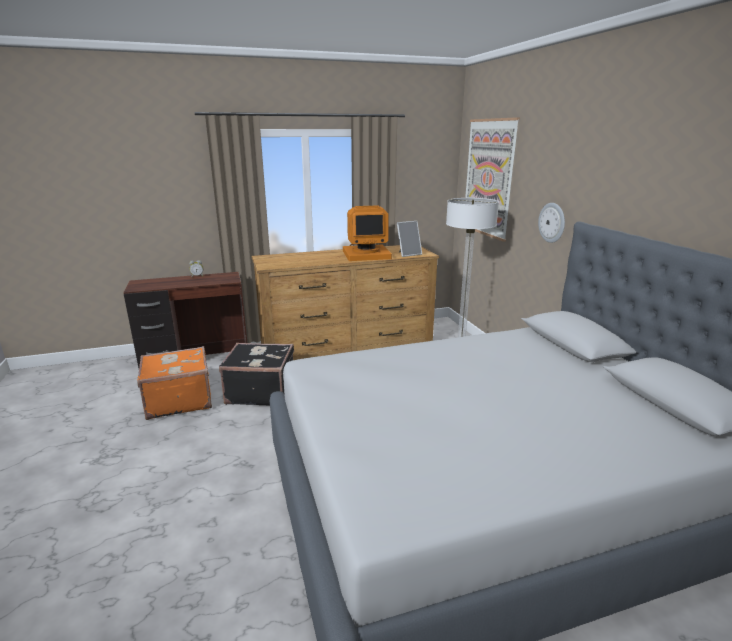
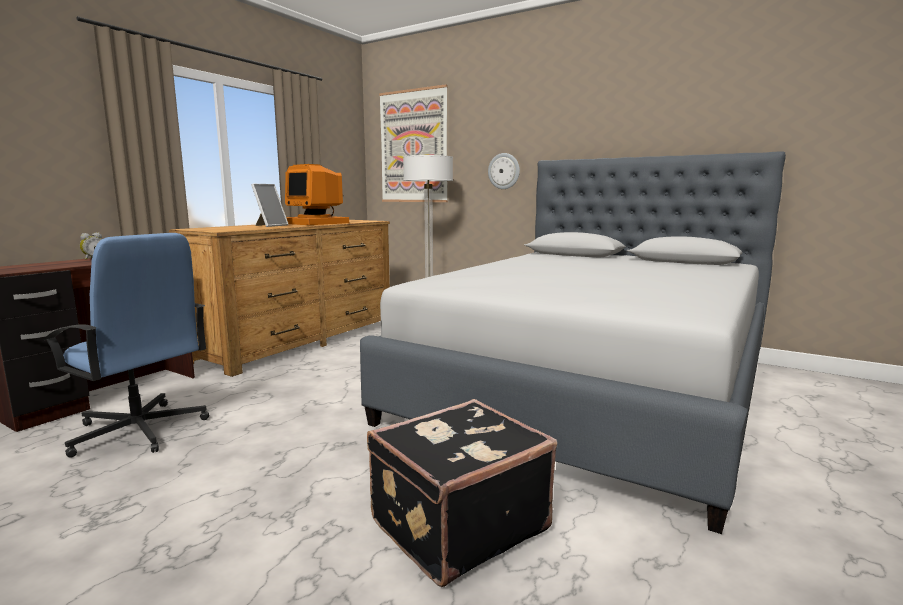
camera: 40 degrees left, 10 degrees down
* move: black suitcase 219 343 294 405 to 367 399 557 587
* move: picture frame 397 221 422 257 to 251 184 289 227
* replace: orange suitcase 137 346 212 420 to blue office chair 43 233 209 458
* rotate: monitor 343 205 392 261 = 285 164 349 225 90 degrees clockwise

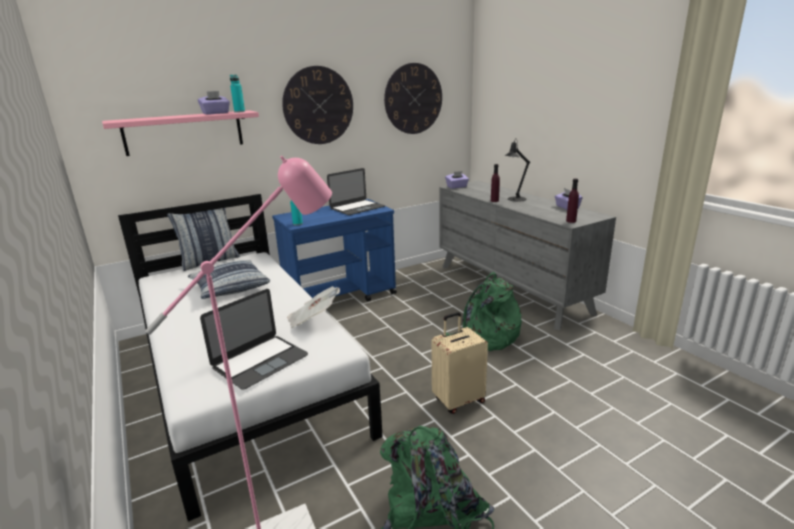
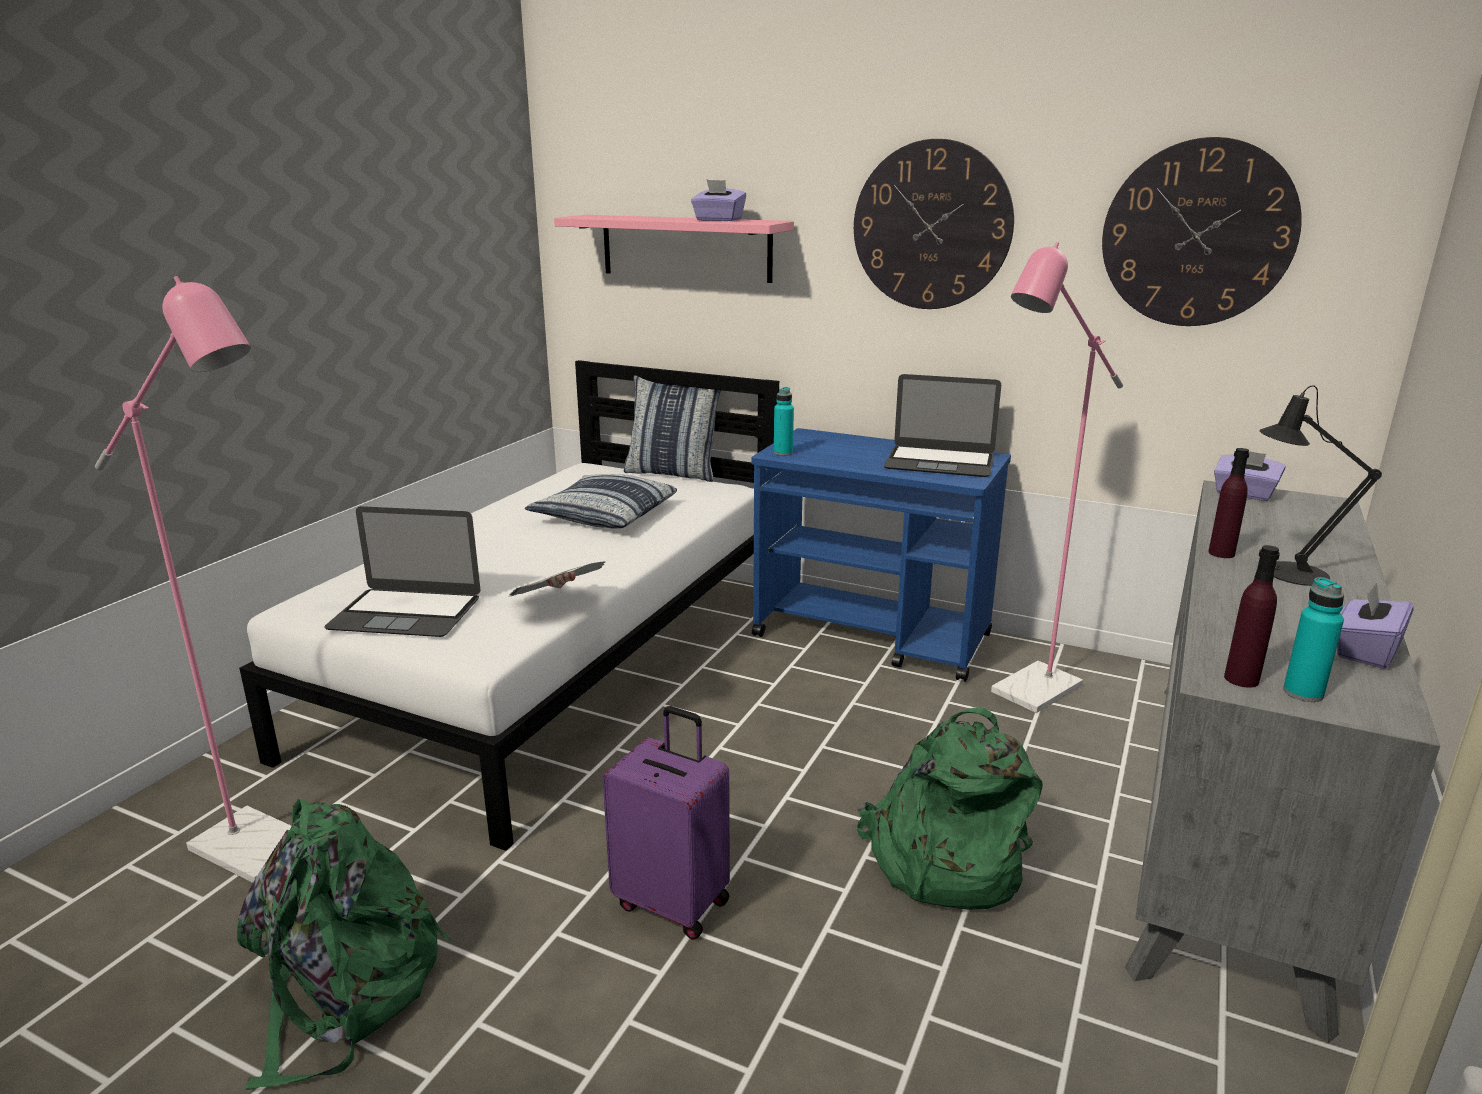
camera: 55 degrees right, 0 degrees up
* insert: pink floor lamp 991 242 1123 713
* move: turquoise bottle 230 75 245 113 to 1283 577 1344 702
* recolor: beige suitcase 432 312 488 414 to purple suitcase 603 706 730 940

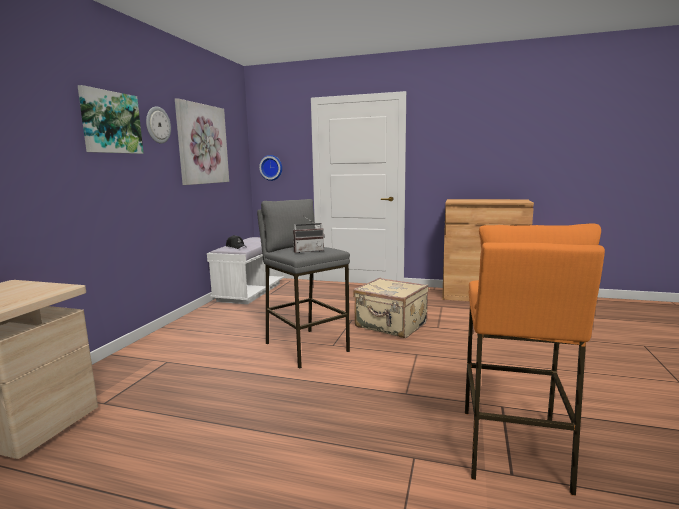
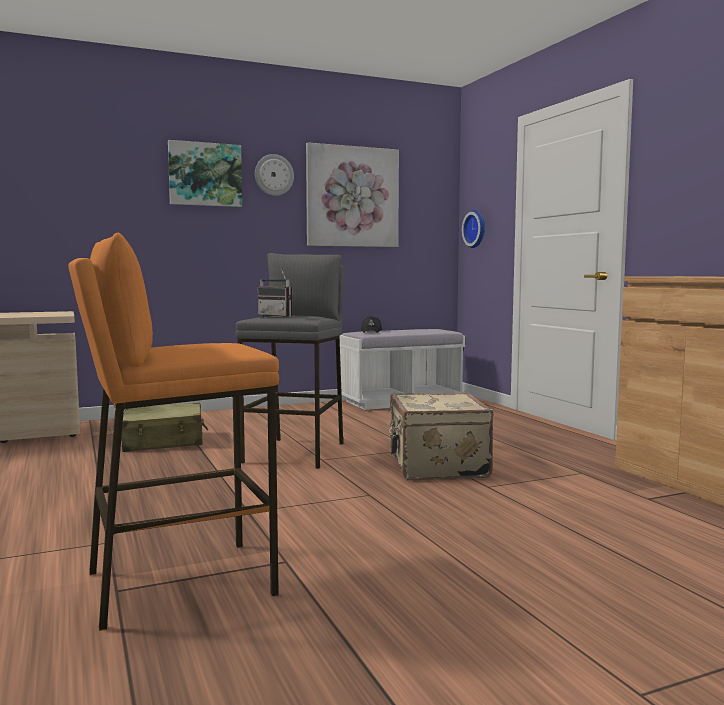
camera: 50 degrees right, 5 degrees down
* insert: beige suitcase 121 403 208 452

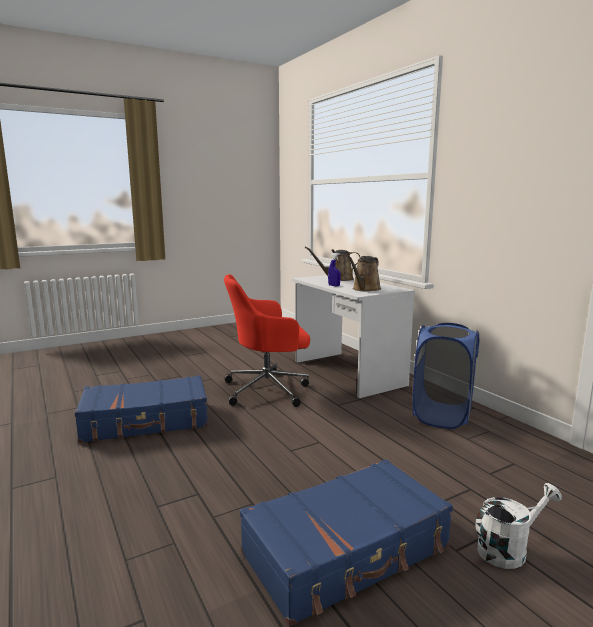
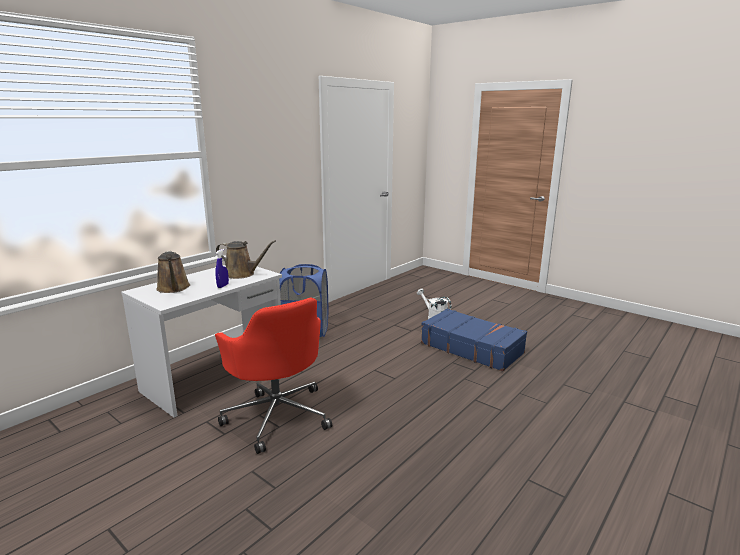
camera: 110 degrees left, 5 degrees up
* delete: blue suitcase 75 375 208 443

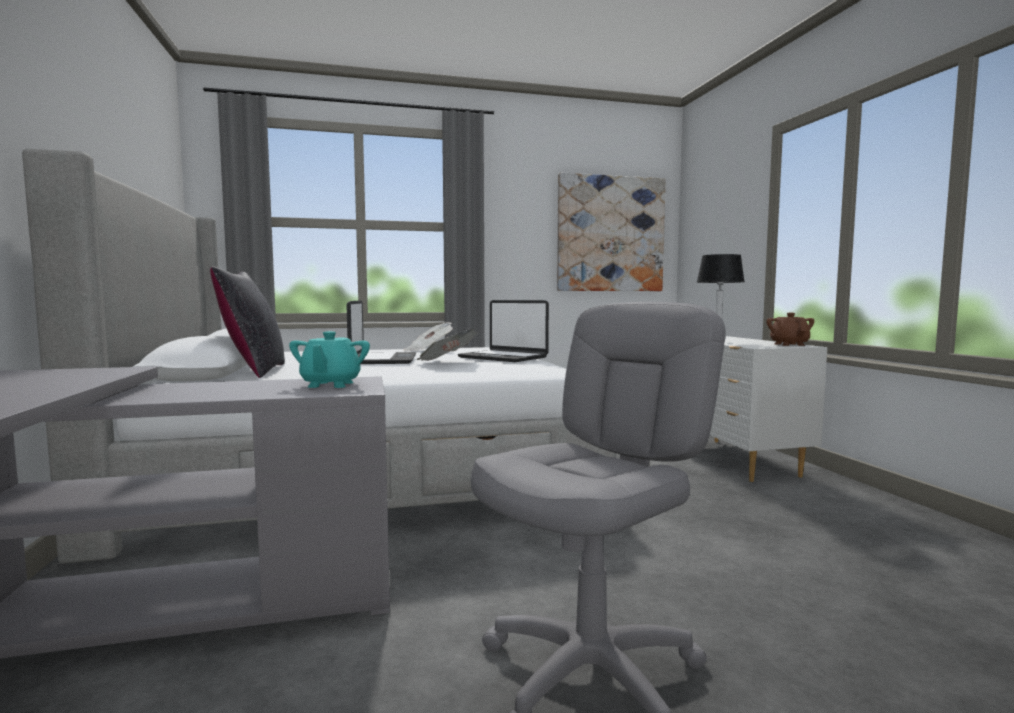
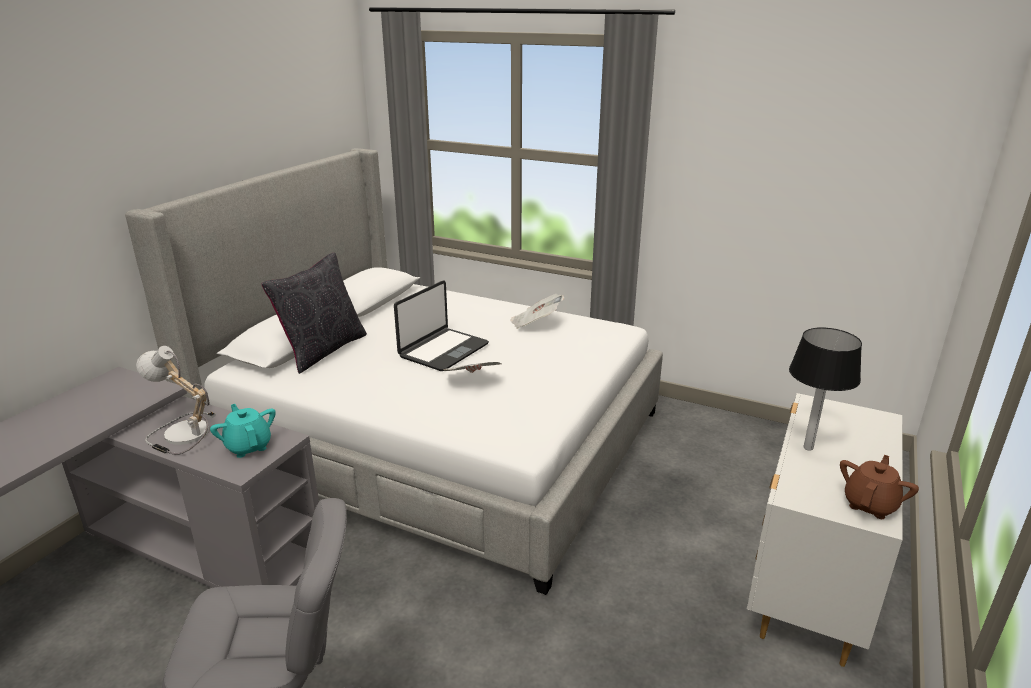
camera: 40 degrees right, 20 degrees up
* delete: laptop 458 300 549 362
* delete: picture 557 173 666 291
* insert: table lamp 136 346 216 455
* rotate: turquoise teapot 289 331 370 388 = 210 404 276 458 105 degrees clockwise

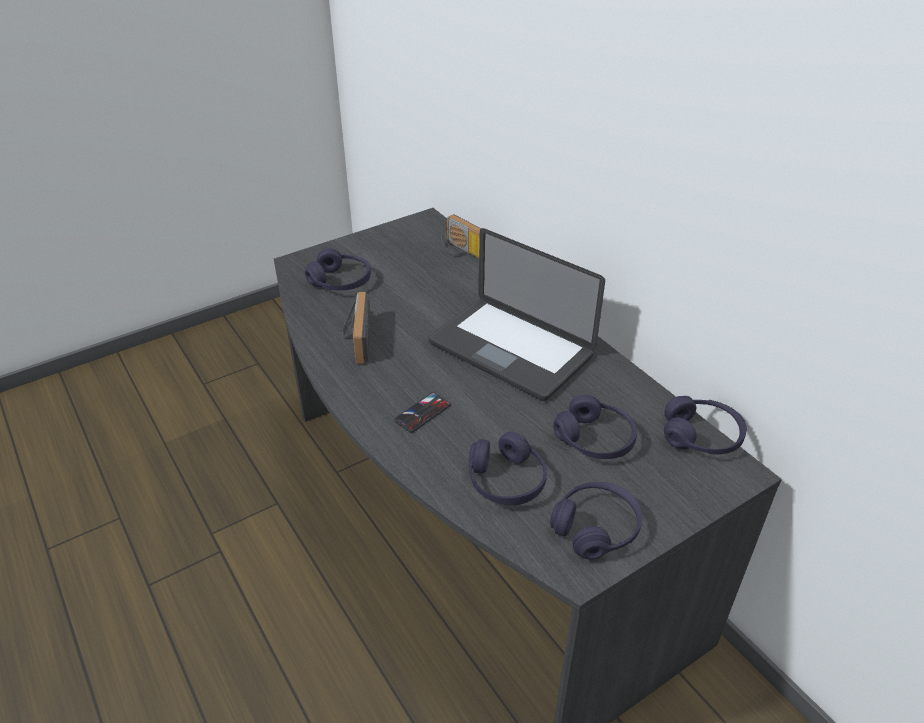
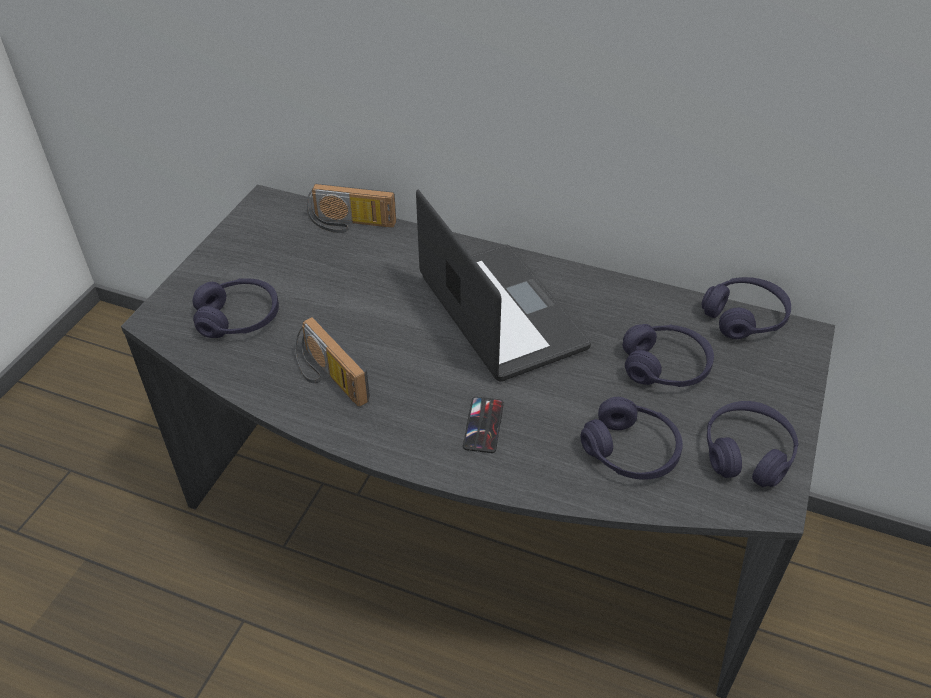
camera: 35 degrees left, 5 degrees up
* rotate: laptop 429 228 605 401 = 416 190 591 382 120 degrees counterclockwise

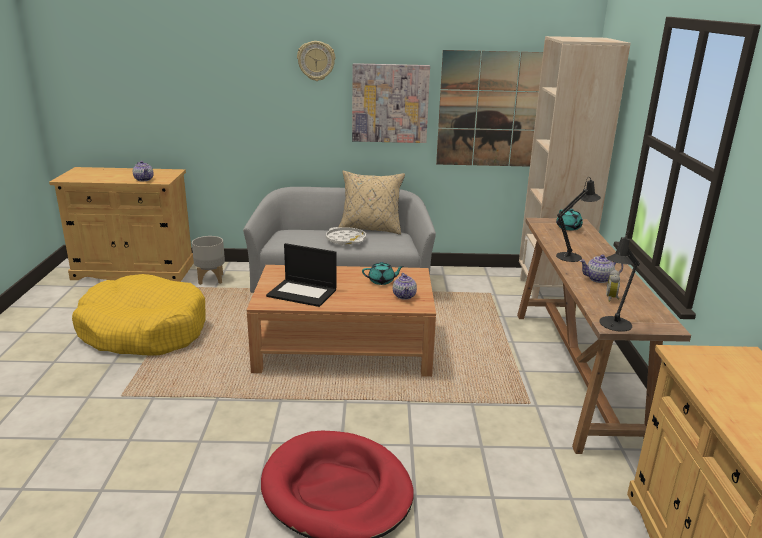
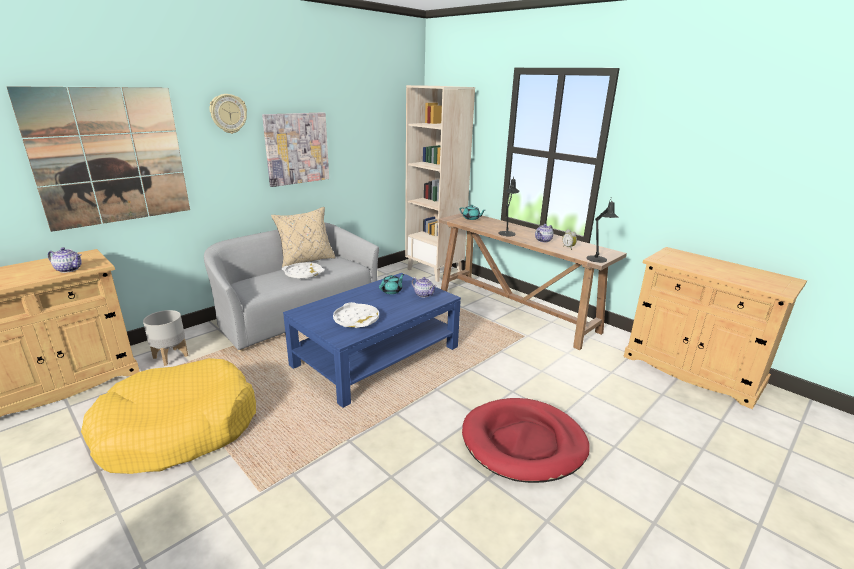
camera: 45 degrees left, 0 degrees up
* move: picture 436 50 543 167 to 6 86 190 232
* replace: laptop 266 243 337 307 to white tray 333 302 379 328
* recolor: brown coffee table 247 265 436 377 to blue coffee table 283 273 461 408

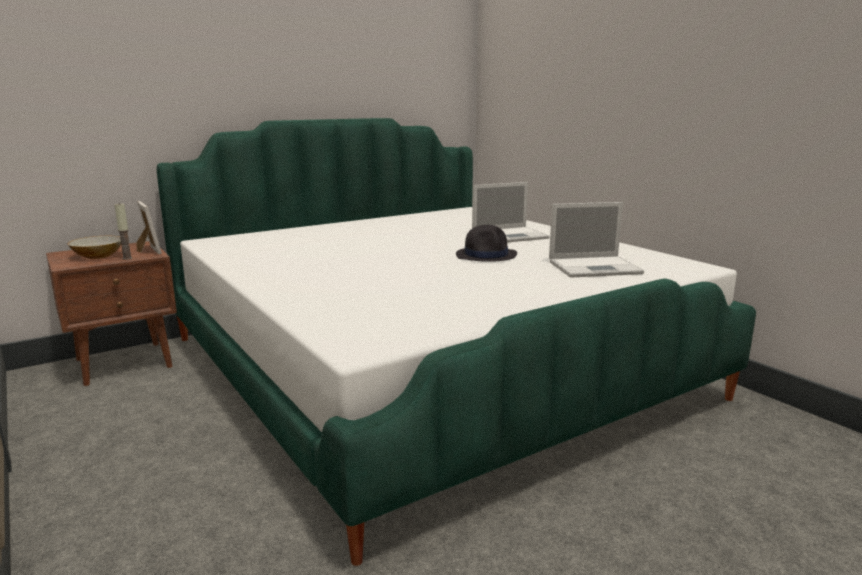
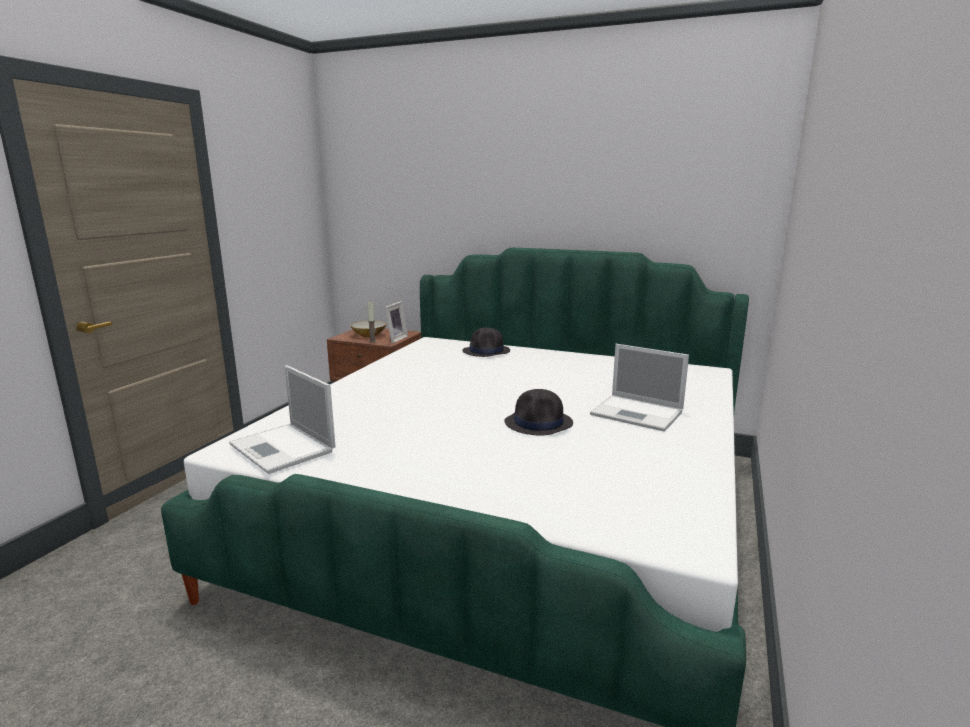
camera: 55 degrees right, 0 degrees up
* insert: black hat 462 328 510 357
* move: laptop 549 202 644 278 to 229 365 336 474

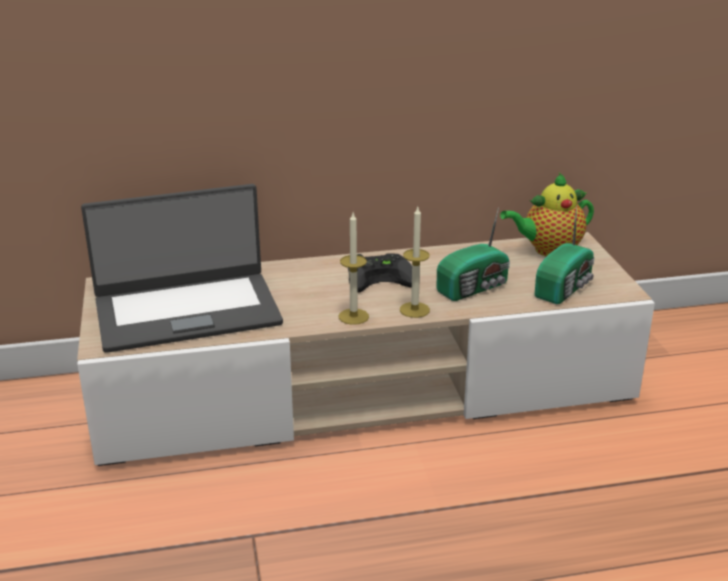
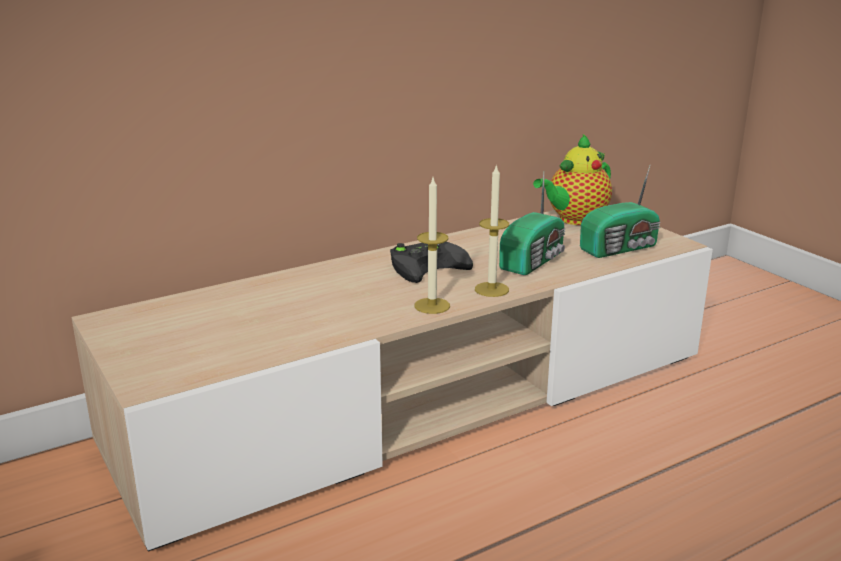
camera: 20 degrees left, 5 degrees down
* delete: laptop 81 184 283 353
* rotate: radio 535 205 594 304 = 580 164 661 258 45 degrees clockwise

